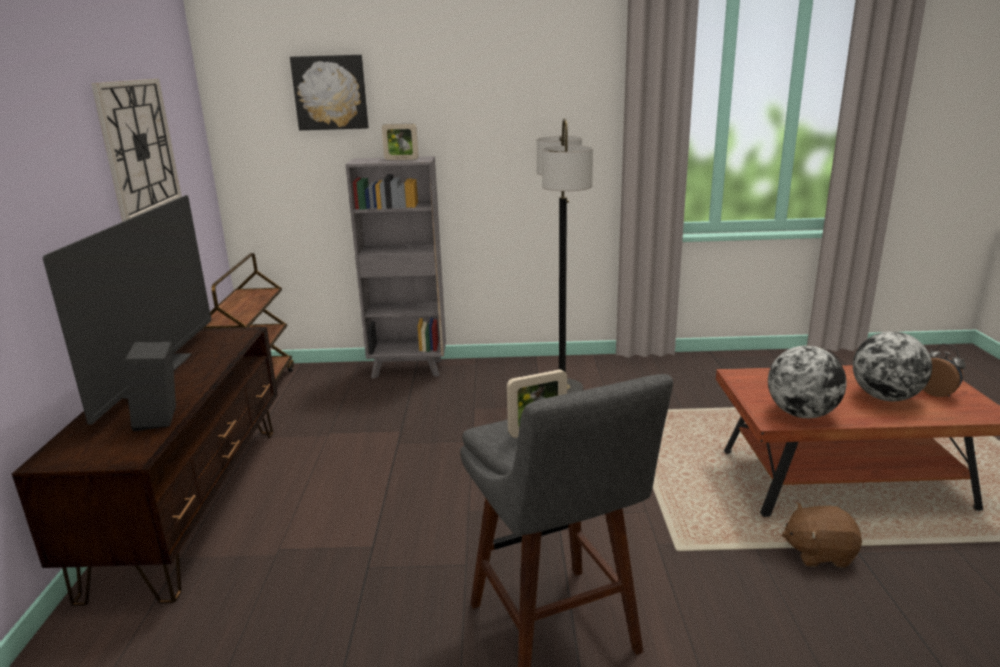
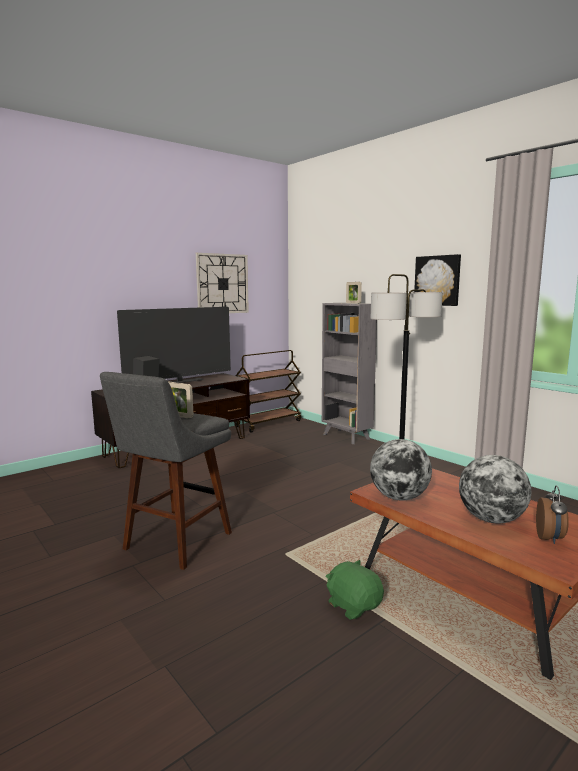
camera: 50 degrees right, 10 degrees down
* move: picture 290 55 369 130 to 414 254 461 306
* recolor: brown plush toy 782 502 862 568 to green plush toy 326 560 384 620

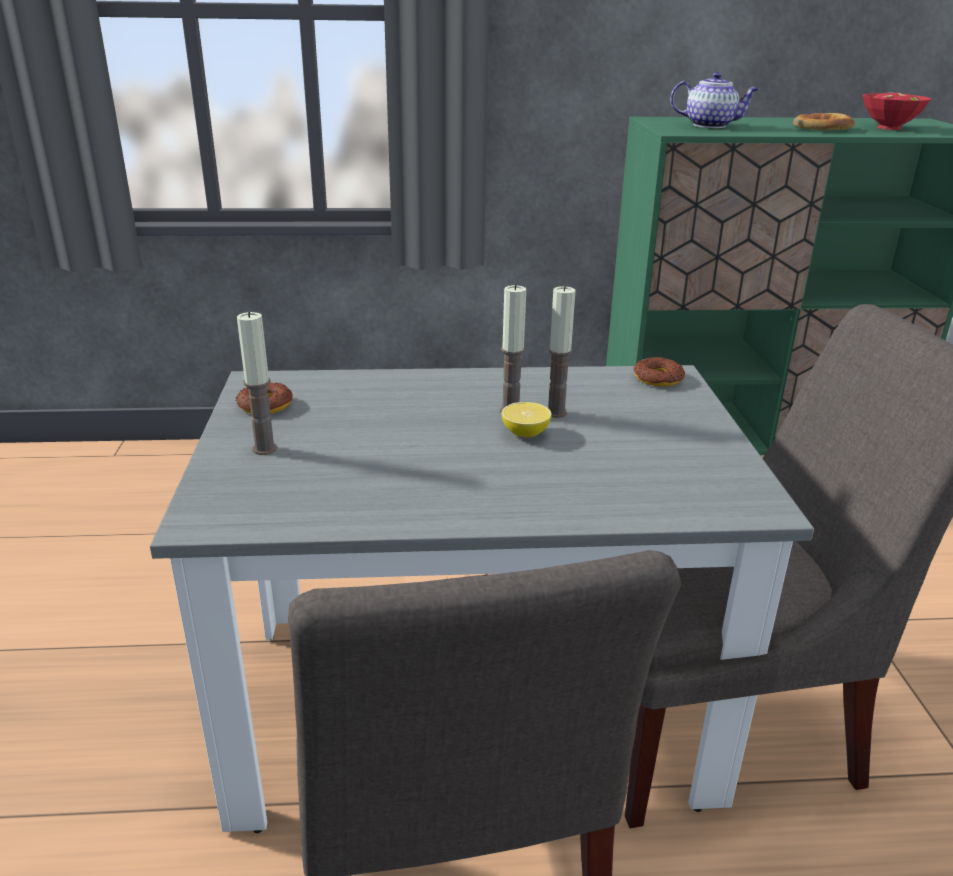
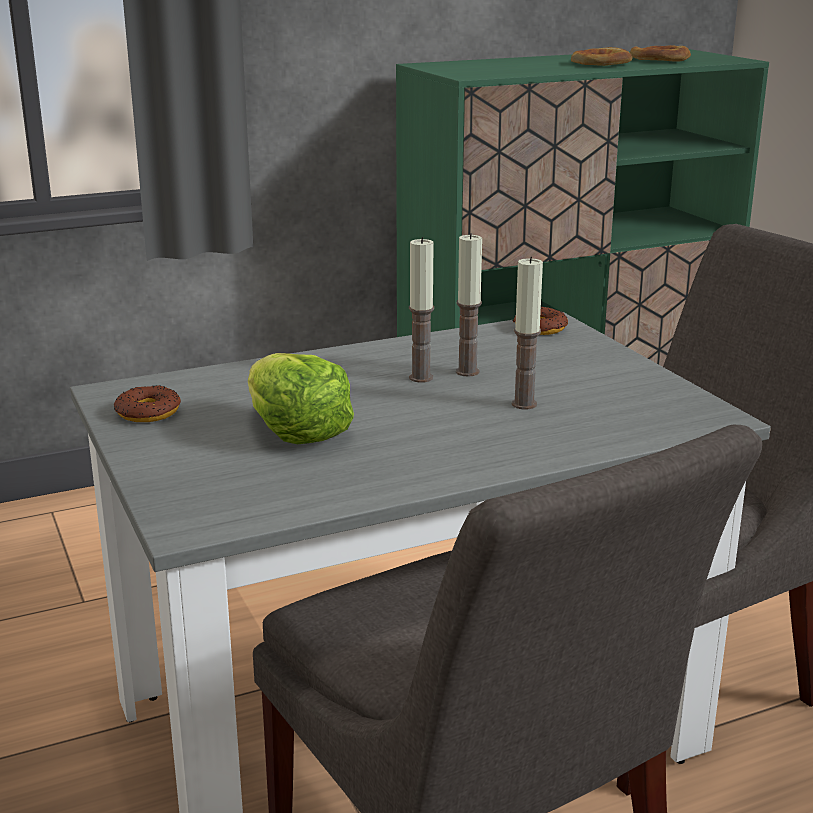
camera: 20 degrees left, 5 degrees down
* delete: lemon 502 402 552 437
* delete: teapot 670 72 759 128
* insert: lettuce 248 353 354 444
* move: candle 237 311 277 455 to 511 257 543 409
* replace: red bowl 862 93 931 130 to bread 630 45 691 62

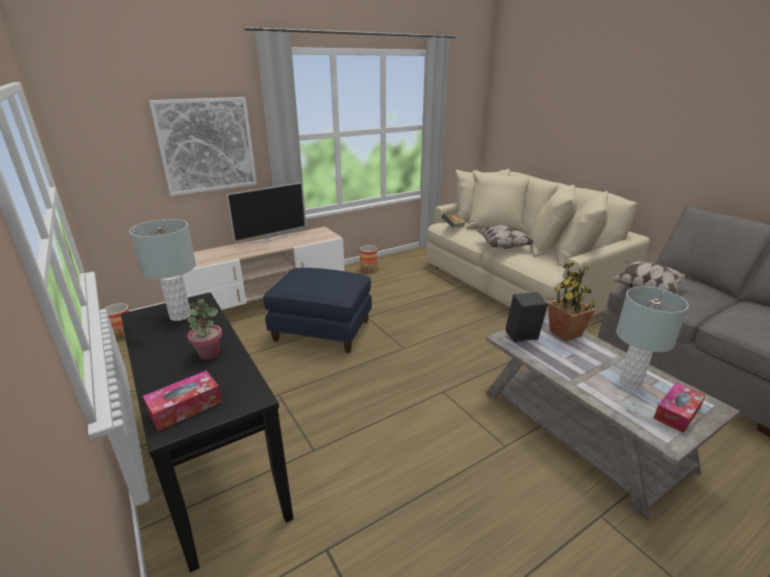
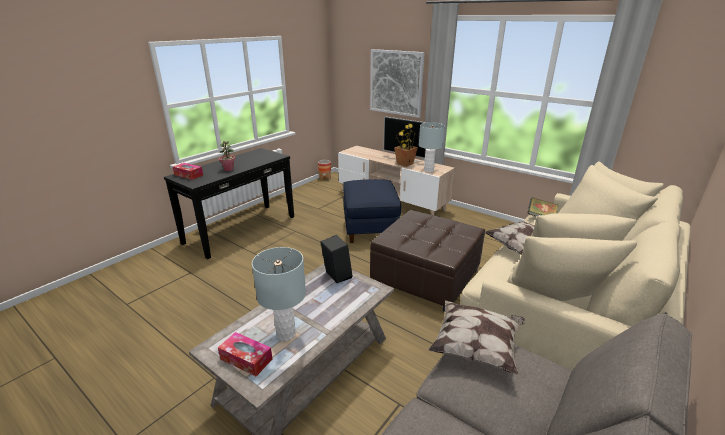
camera: 70 degrees right, 0 degrees up
* delete: planter 360 245 378 274
* insert: brown ottoman 370 210 485 312
* move: grey table lamp 129 219 196 321 to 419 122 445 172
* move: potted plant 548 263 595 341 to 394 123 418 167

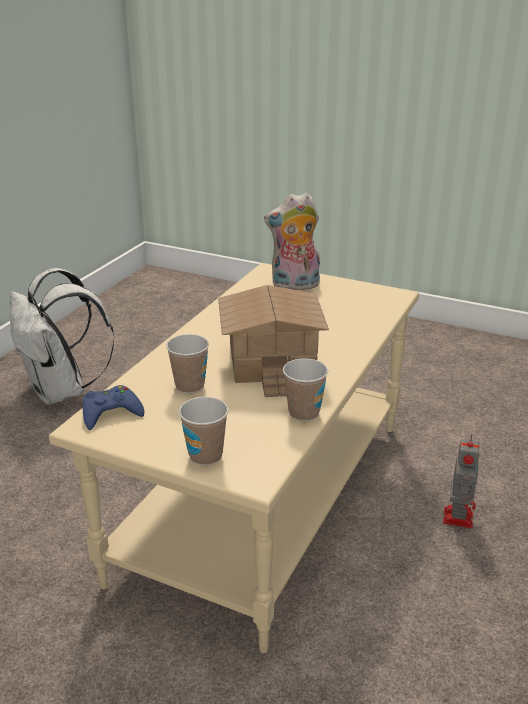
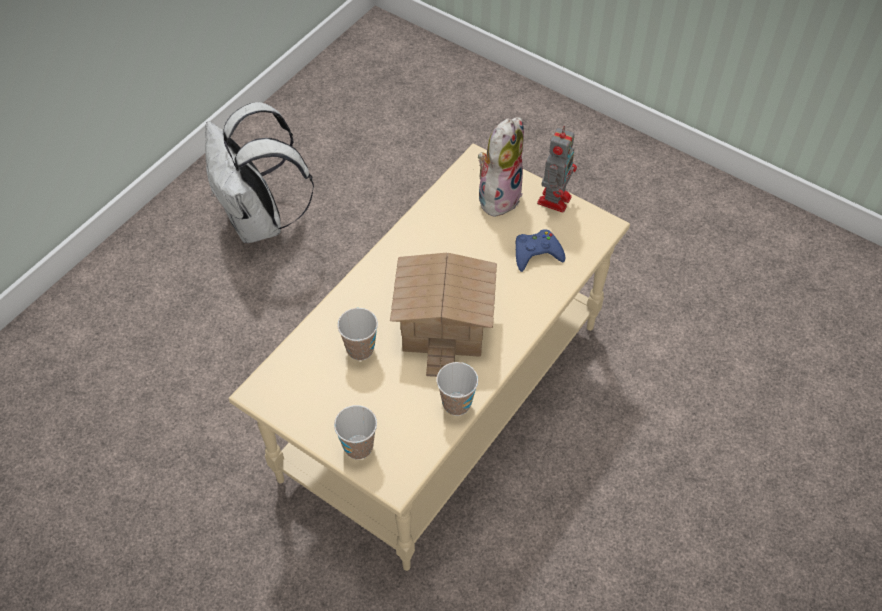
camera: 10 degrees right, 25 degrees up
* move: blue game controller 83 385 145 430 to 516 229 565 272
* move: toy robot 443 434 479 528 to 537 126 577 213
* rotate: plush toy 264 193 320 292 = 478 117 524 218 120 degrees clockwise

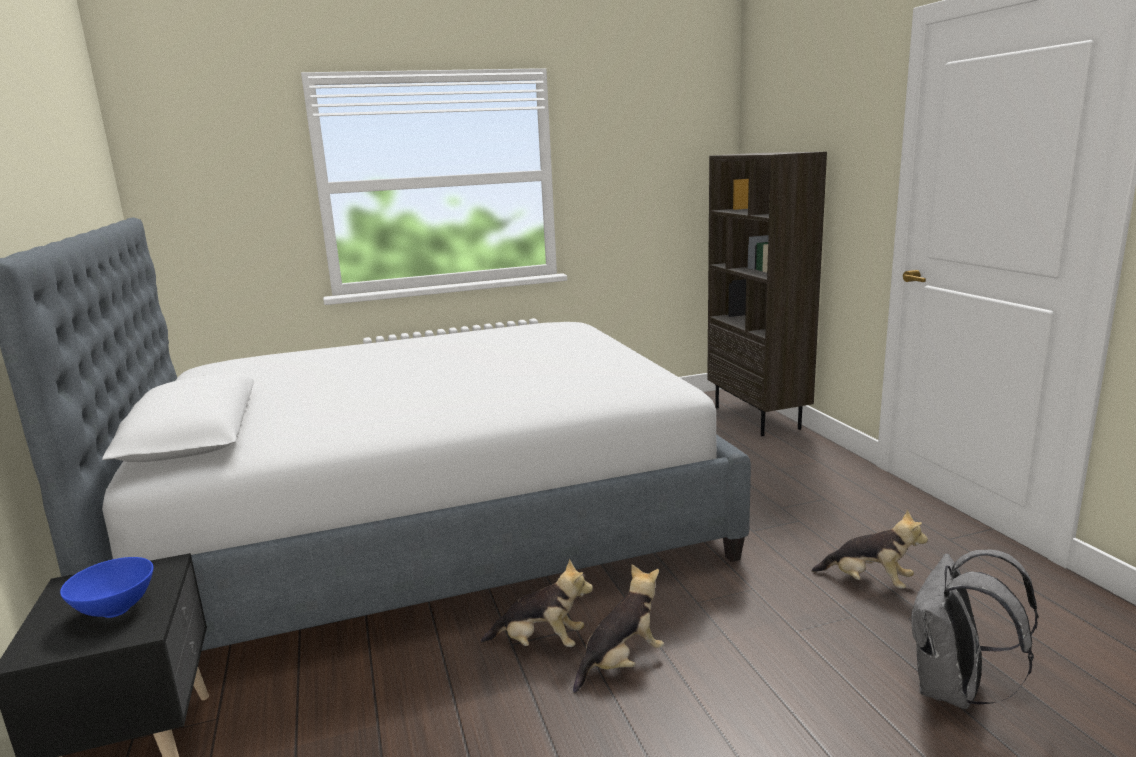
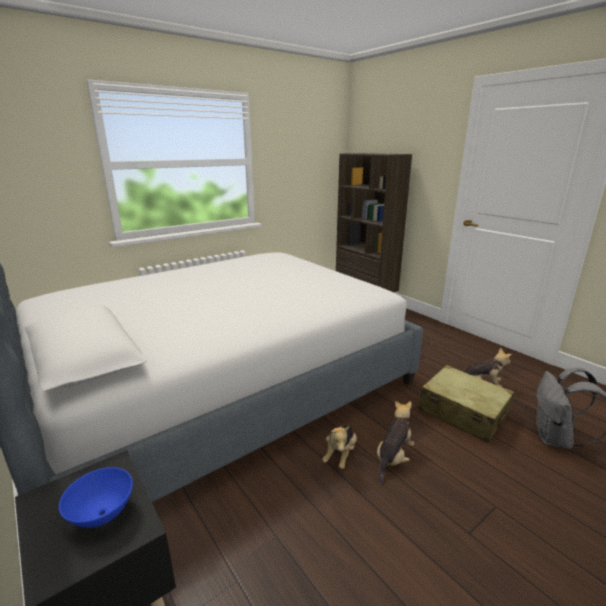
camera: 20 degrees left, 5 degrees up
* insert: beige suitcase 418 365 514 444
* rotate: plush toy 481 558 593 647 = 322 425 357 469 120 degrees clockwise

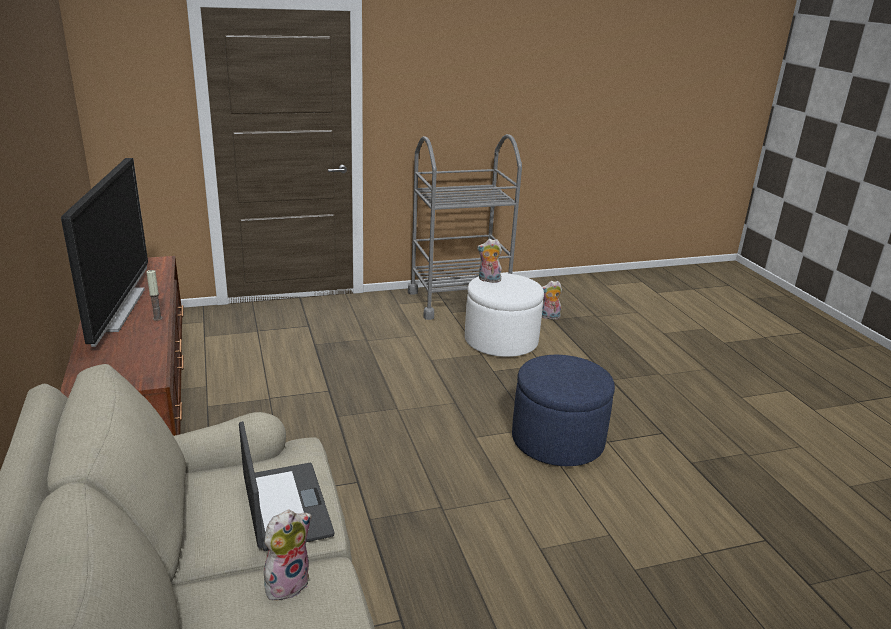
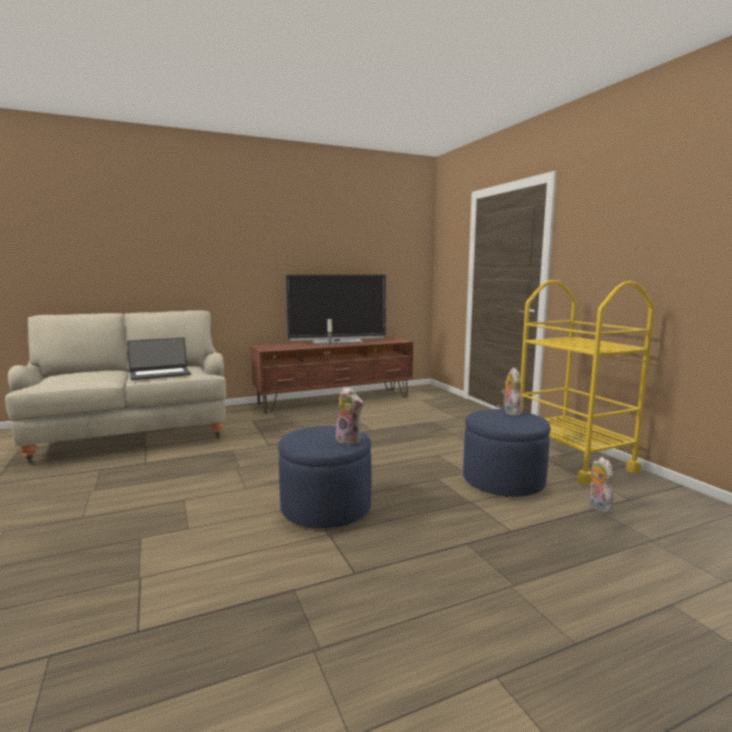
camera: 85 degrees right, 15 degrees down
* move: plush toy 264 510 312 600 to 335 387 363 445
* recolor: grey cart 408 134 522 320 to yellow cart 521 280 655 485
* recolor: white ottoman 465 273 544 357 to blue ottoman 463 409 550 497

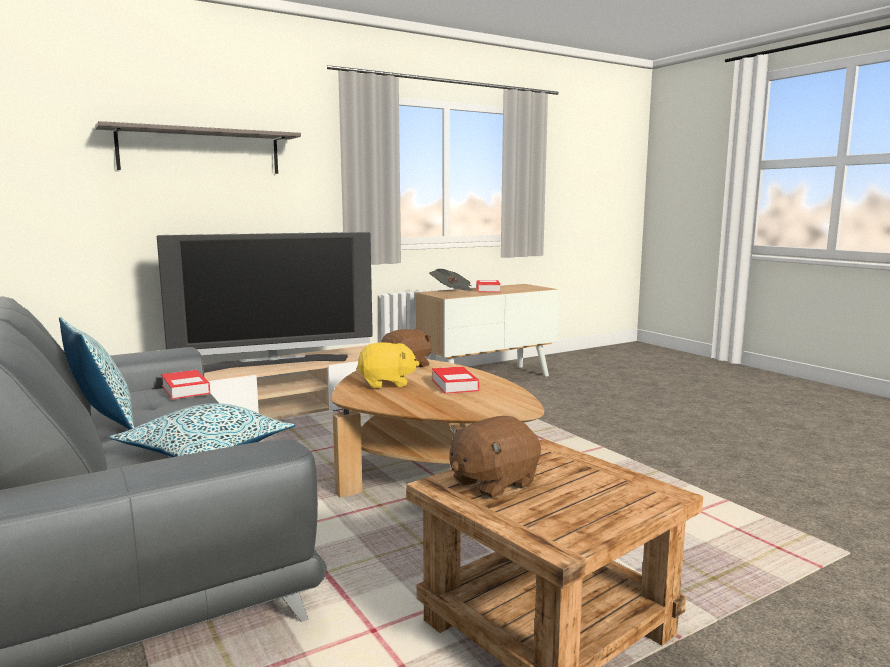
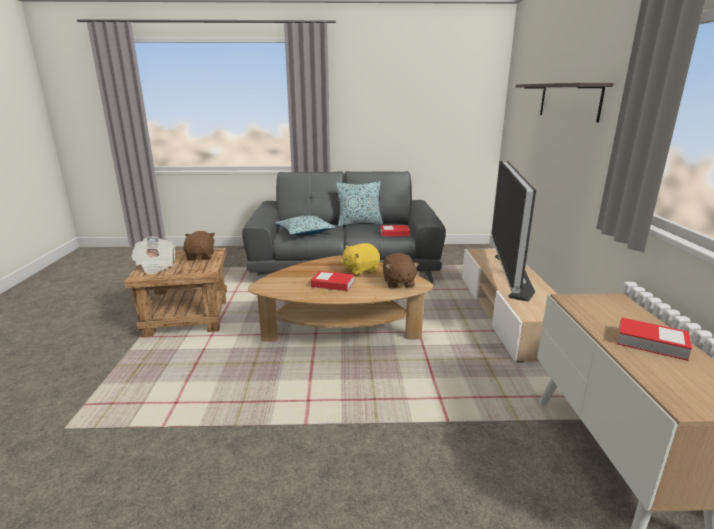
camera: 120 degrees right, 10 degrees up
* move: newspaper 429 269 472 291 to 131 236 176 274
* rotate: yellow plush toy 357 342 420 388 = 341 243 380 275 45 degrees clockwise

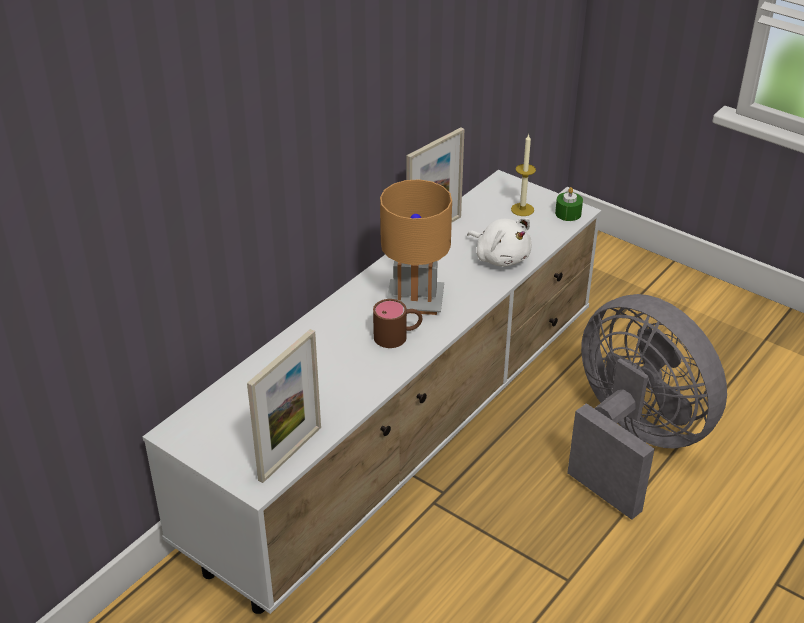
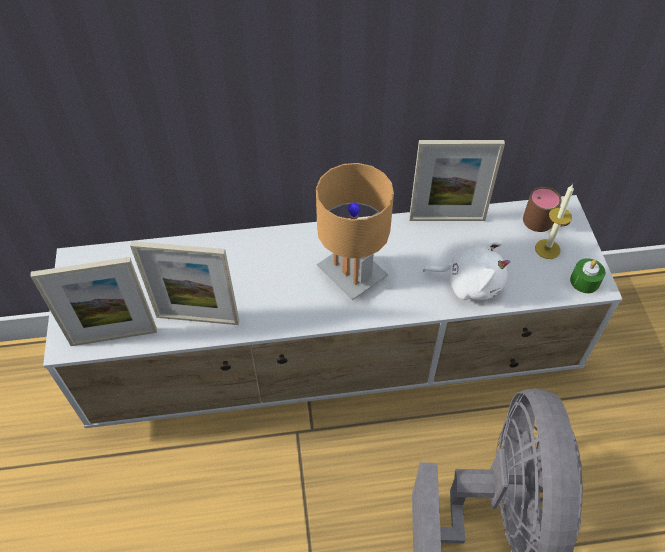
camera: 45 degrees right, 15 degrees up
* insert: picture frame 130 241 239 325
* move: brown mug 373 299 423 348 to 523 187 571 232
* rotate: white plush toy 467 218 532 267 = 423 242 510 300 75 degrees counterclockwise

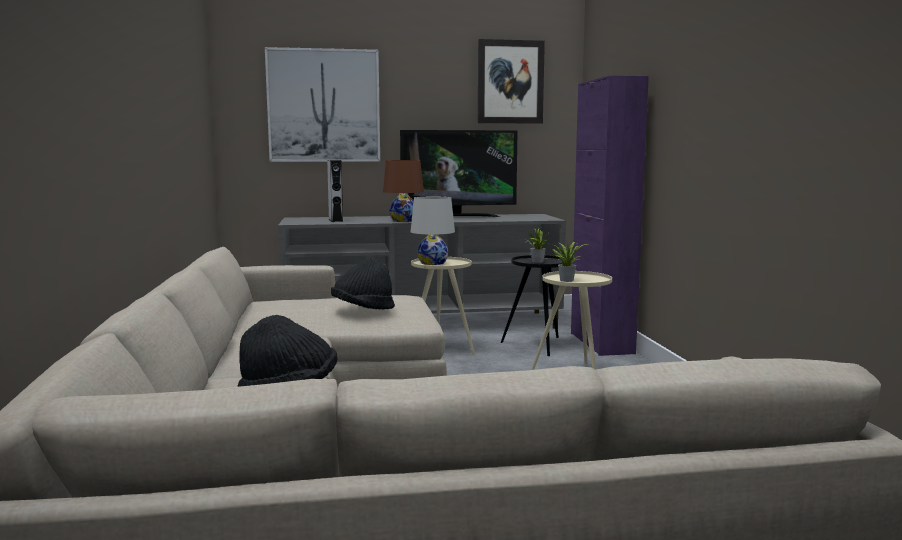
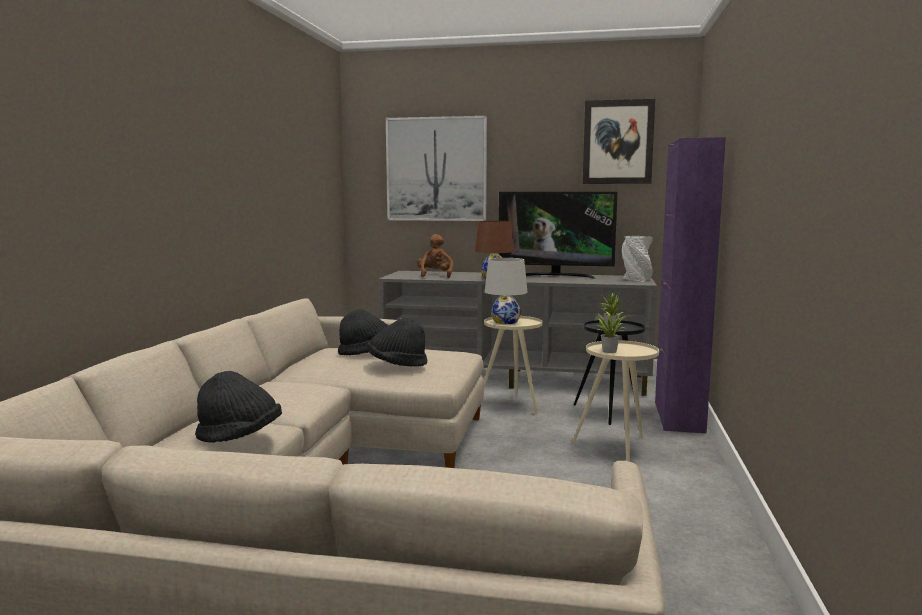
camera: 20 degrees right, 0 degrees up
* insert: black hat 338 309 388 355
* insert: grey vase 622 236 653 282
* replace: grey speaker 327 160 343 222 to brown plush toy 417 234 454 278

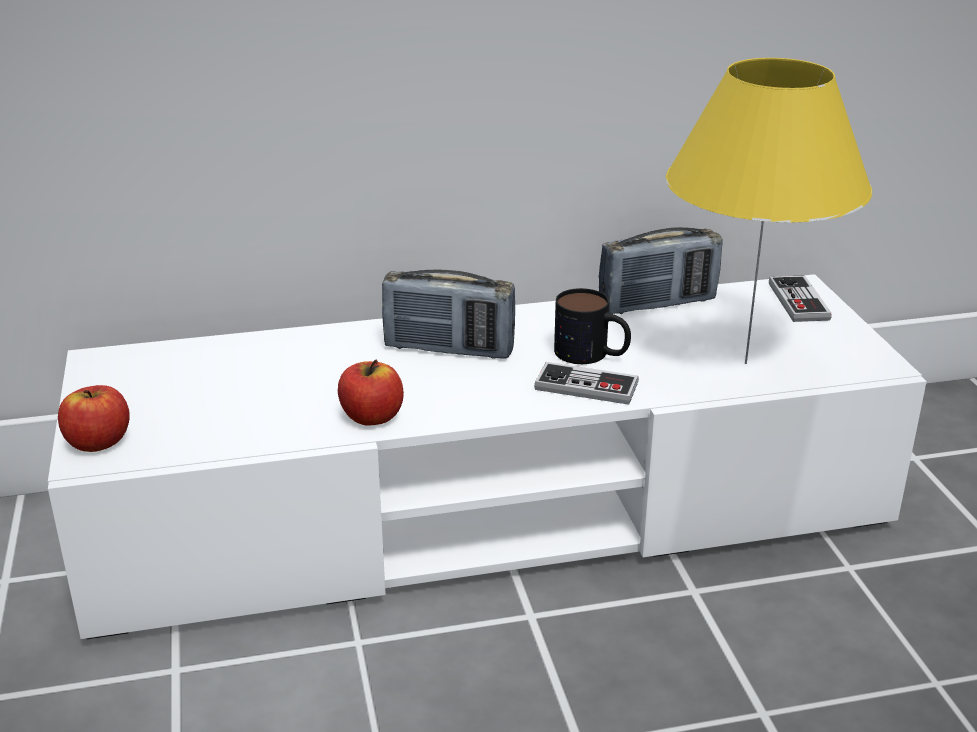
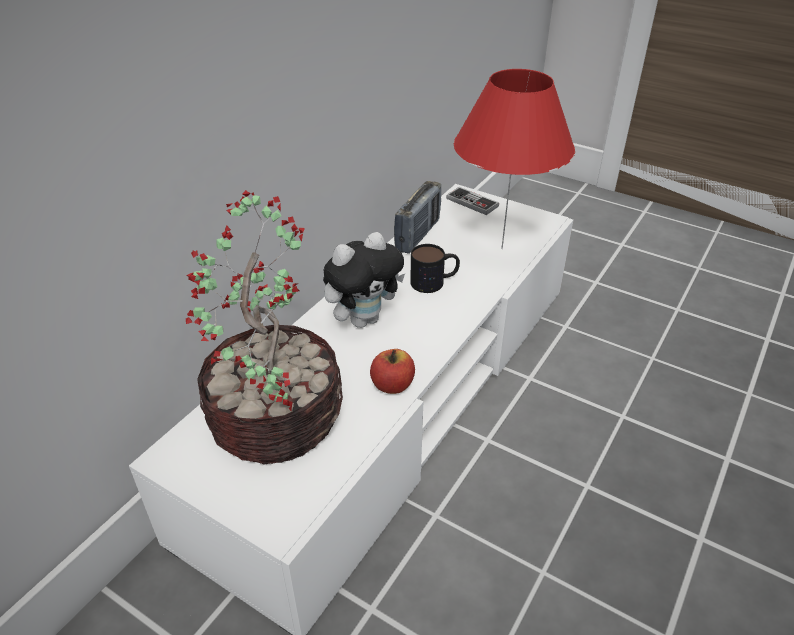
camera: 45 degrees left, 10 degrees up
* delete: apple 58 385 130 452
* delete: game controller 534 362 639 405
* insert: potted plant 186 190 343 465
* replace: radio 382 269 515 359 to plush toy 323 232 405 328
* recolor: yellow table lamp 666 58 872 364 to red table lamp 454 69 575 249

